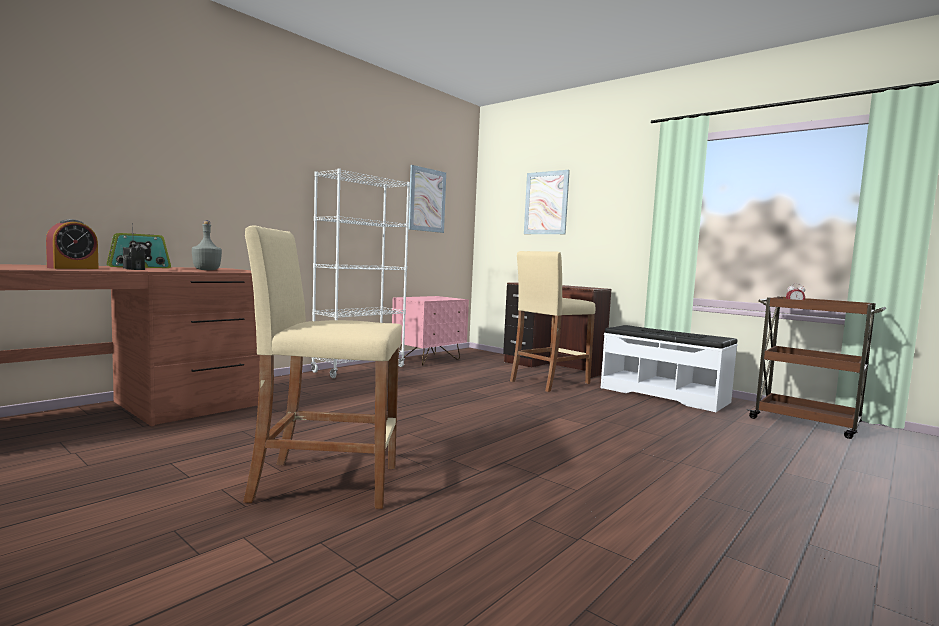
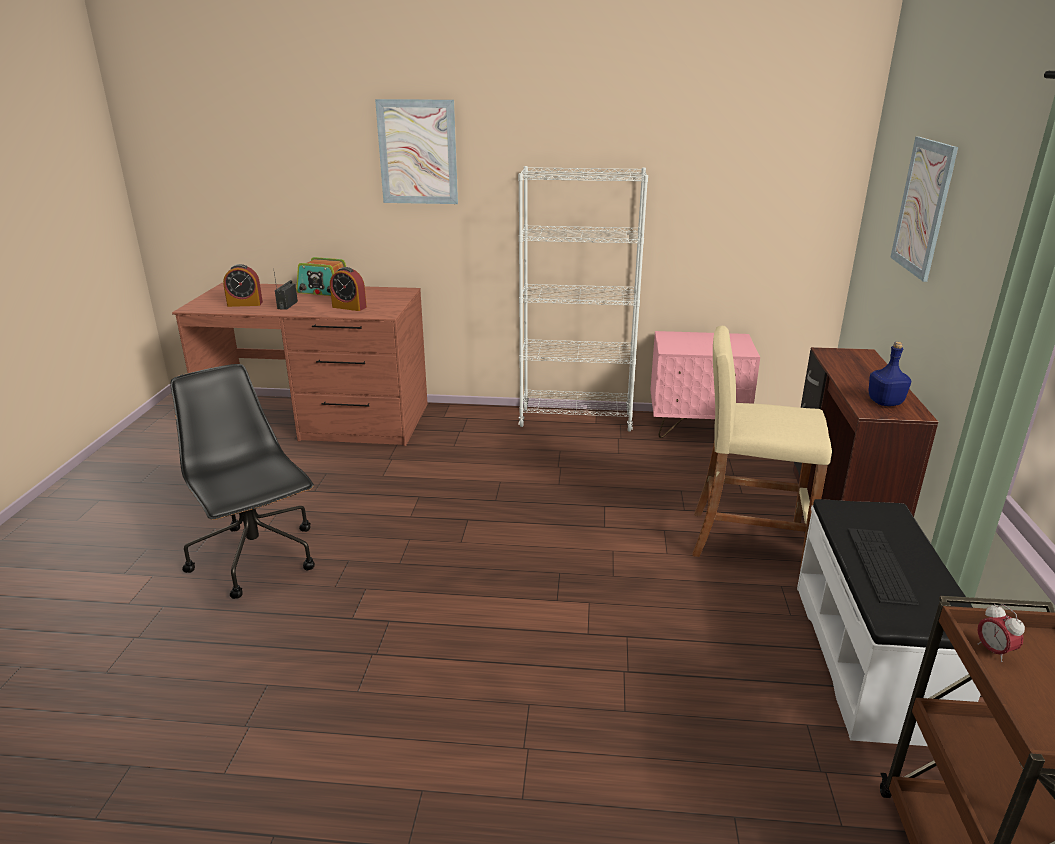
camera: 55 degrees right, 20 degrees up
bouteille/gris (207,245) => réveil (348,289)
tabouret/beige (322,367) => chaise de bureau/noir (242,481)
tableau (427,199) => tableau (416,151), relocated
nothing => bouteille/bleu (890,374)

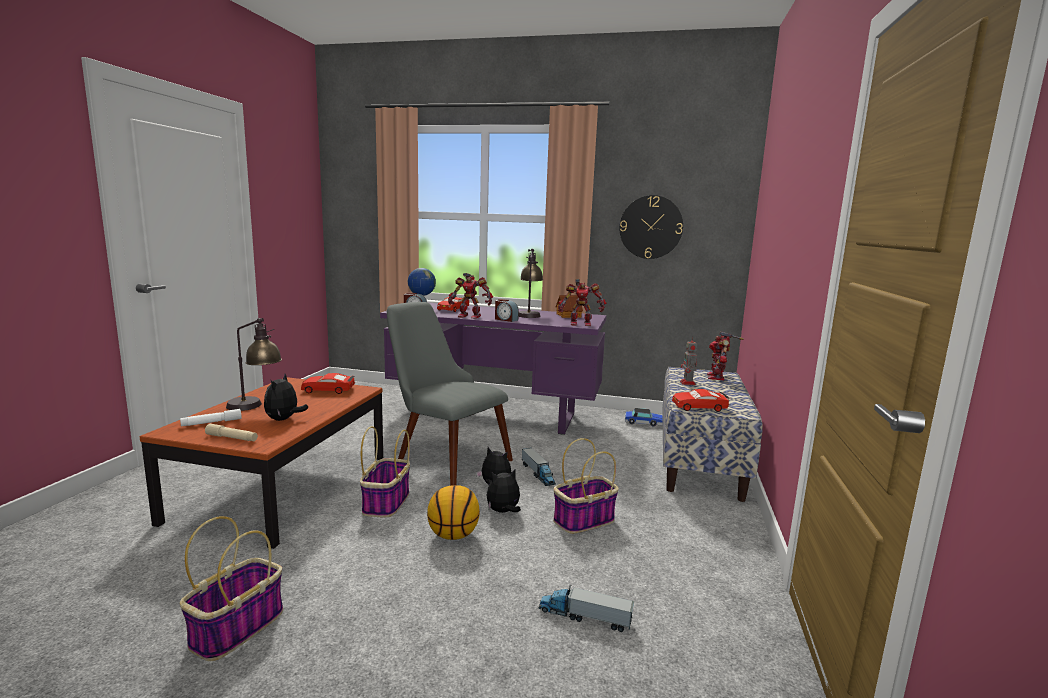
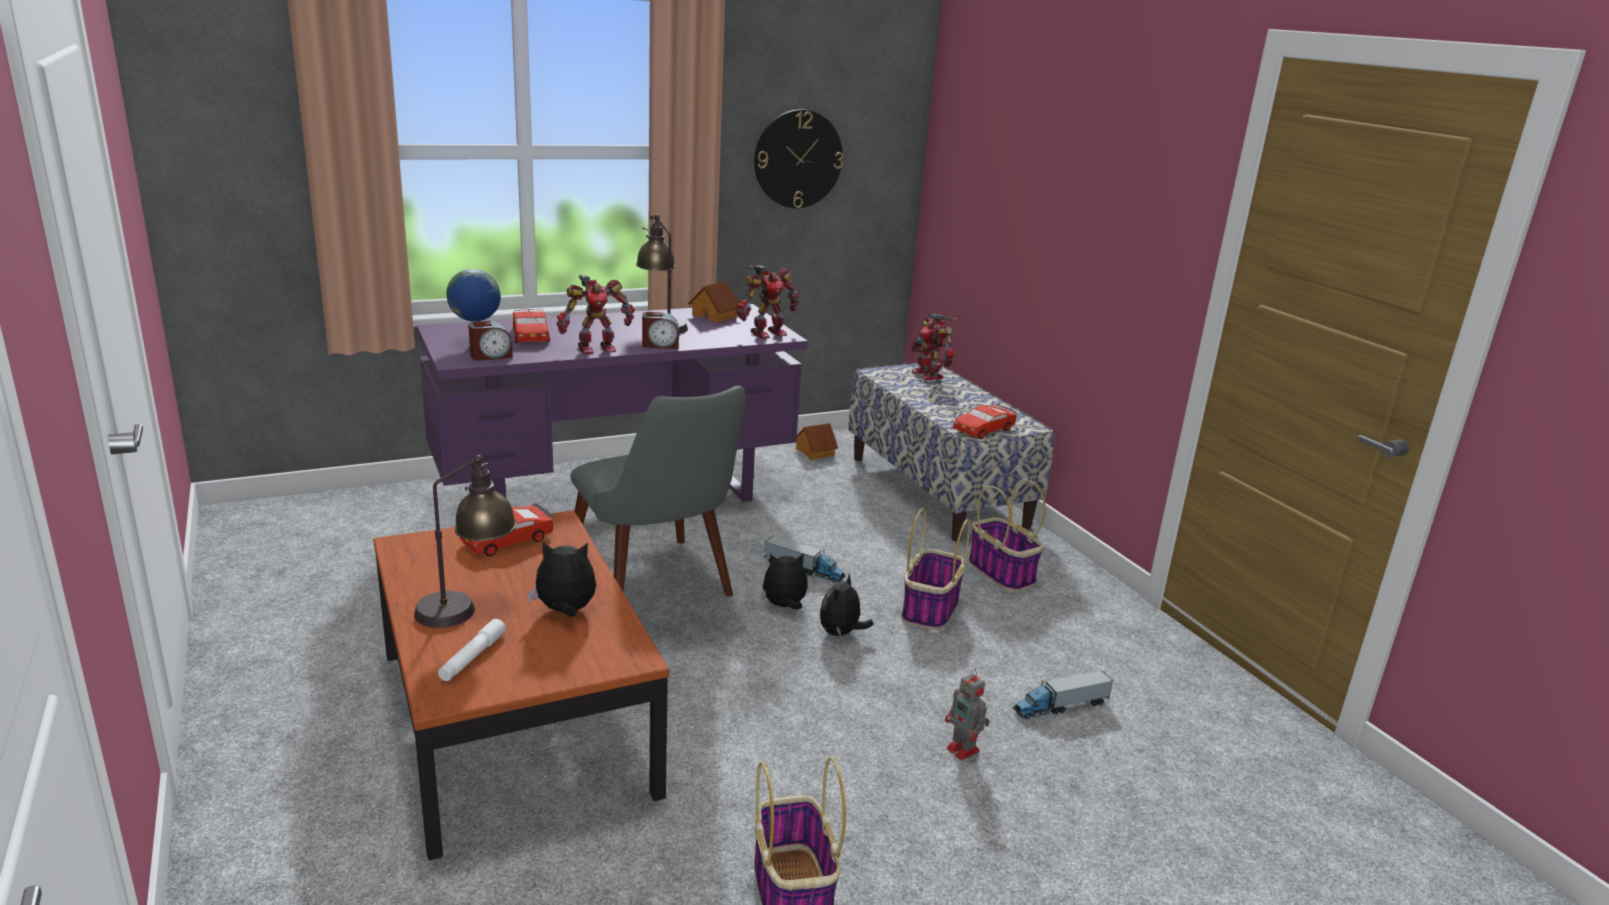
camera: 40 degrees left, 10 degrees up
lampe de poche/beige (231,432) => nothing
peluche (286,397) => peluche (561,579), 120 degrees clockwise
panier (385,471) => panier (1007,535), relocated
chaise/gris (450,394) => chaise/gris (657,491), 120 degrees counterclockwise
ballon de basket (453,512) => nothing
petite voiture (644,417) => maison miniature (817,441)
robot jouet (688,361) => robot jouet (967,714), relocated

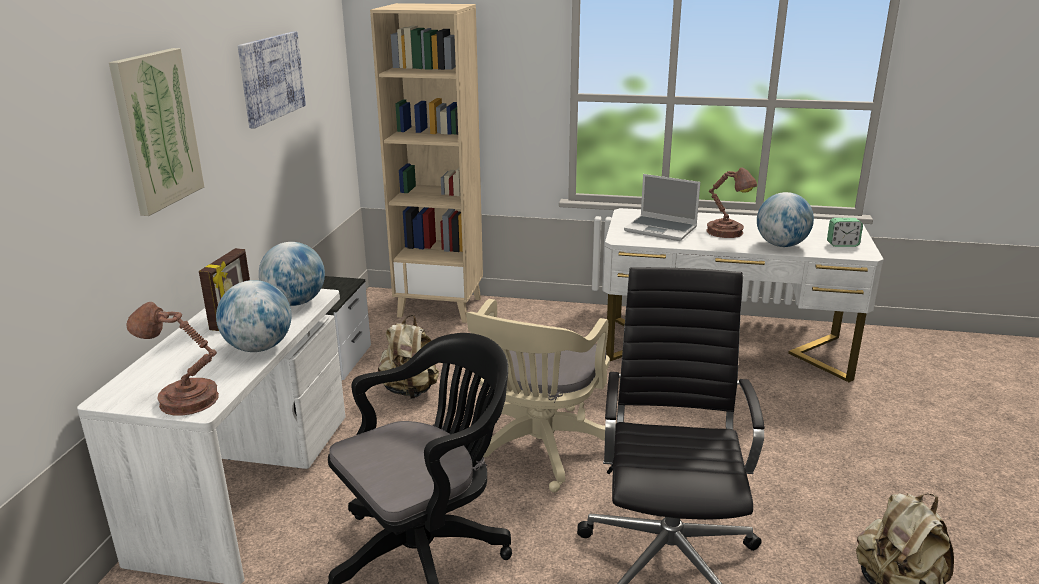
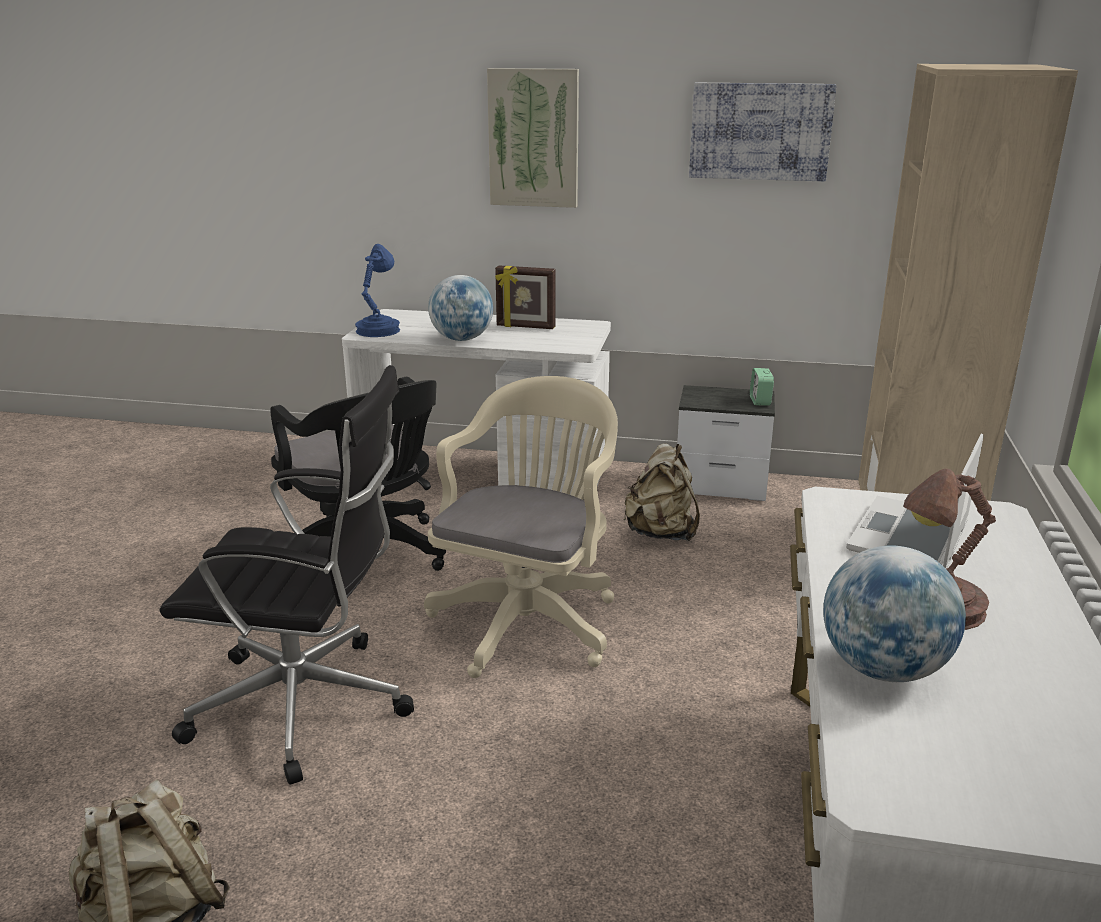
camera: 90 degrees right, 0 degrees up
lampe de table/marron (173,358) => lampe de table/bleu (377,290)
globe (292,274) => nothing
chaise de bureau/beige (538,395) => chaise de bureau/beige (521,527), 90 degrees clockwise
réveil (845,232) => réveil (762,387), relocated

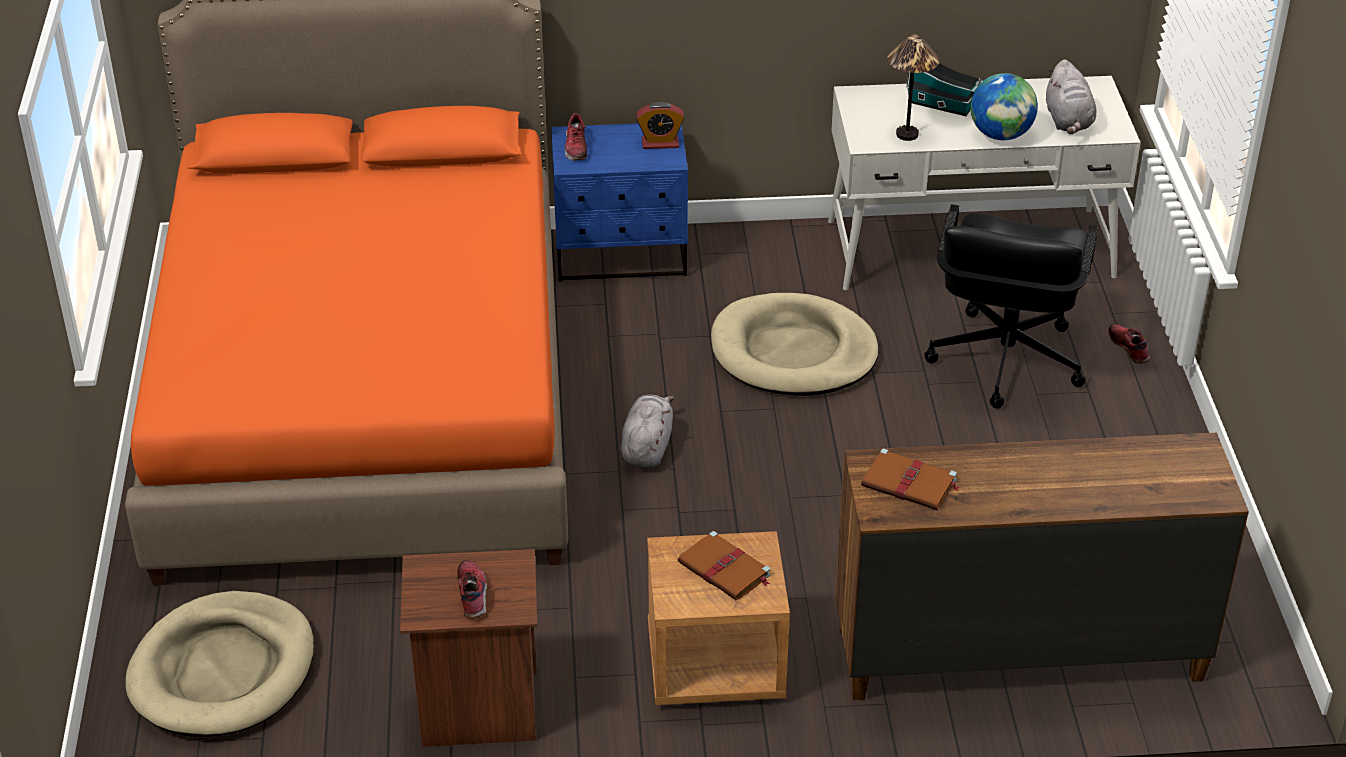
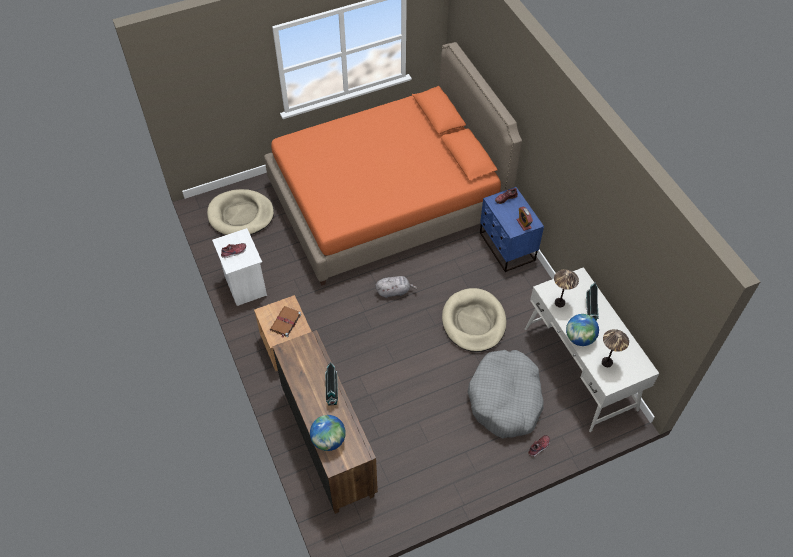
camera: 70 degrees right, 15 degrees up
table de chevet/marron (469,648) => table de chevet/blanc (239,267)
livre/marron (910,479) => nothing
chaise de bureau/noir (1011,306) => panier pour chien/gris (506,394)
peluche/gris (1071,96) => lampe de table (615,348)
nothing => globe (328,433)
nothing => maison miniature (331,383)

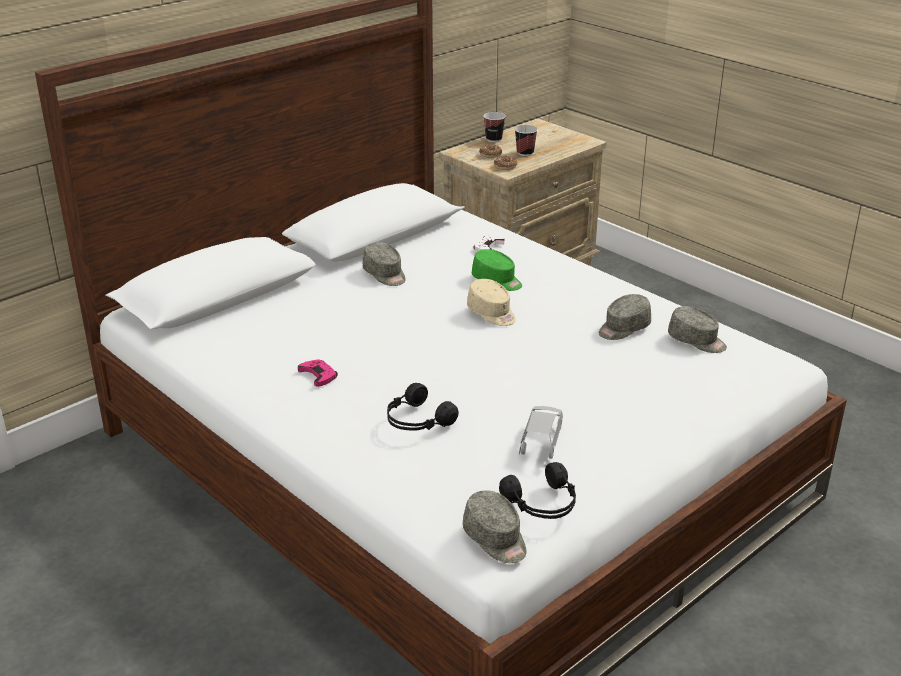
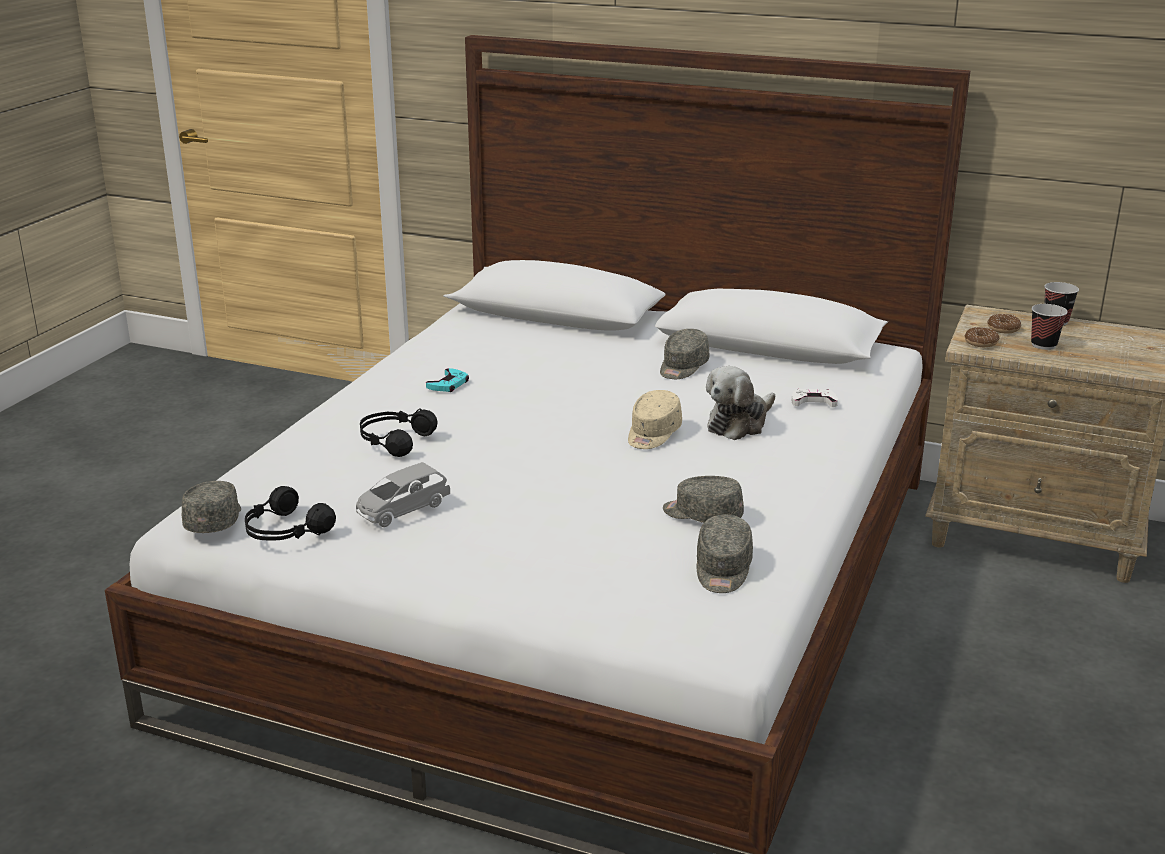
camera: 65 degrees right, 5 degrees down
manette/rose (318,373) => manette/turquoise (447,380)
casquette/gris (495,526) => casquette/gris (211,507), 150 degrees clockwise
casquette/vert (497,270) => peluche (740,403)
petite voiture/gris (541,432) => petite voiture/gris (403,494), 150 degrees clockwise

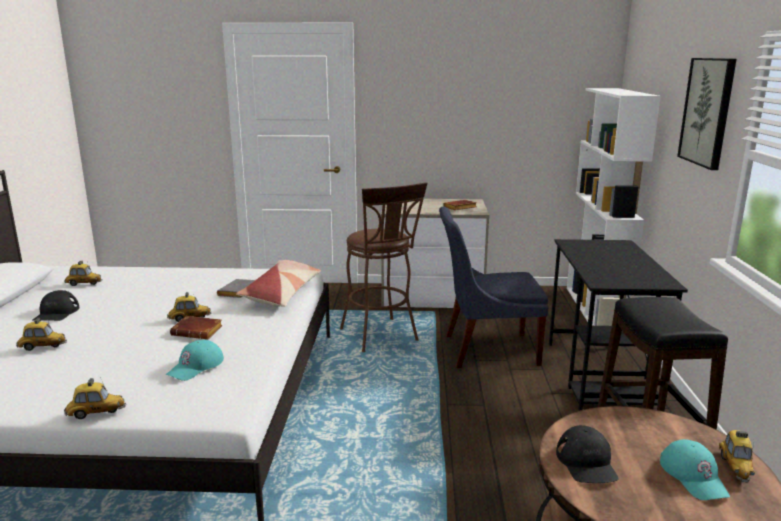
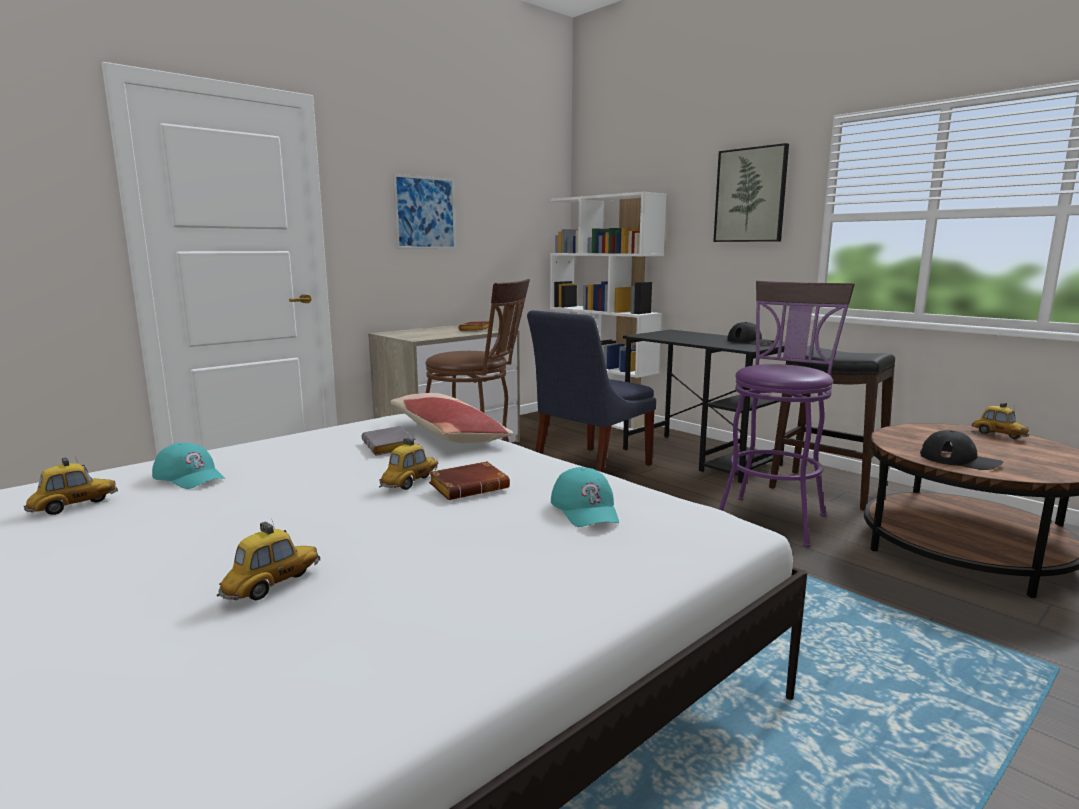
camera: 45 degrees left, 5 degrees down
casquette/noir (56,305) => casquette/noir (751,333), relocated
petite voiture (95,398) => nothing
casquette/turquoise (695,469) => casquette/turquoise (188,465), relocated
nothing => tableau (424,211)
nothing => tabouret/violet (787,414)

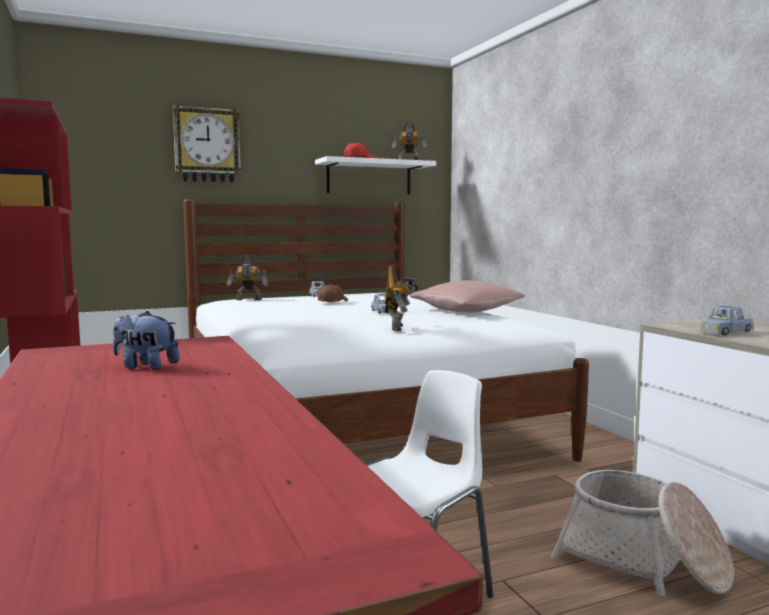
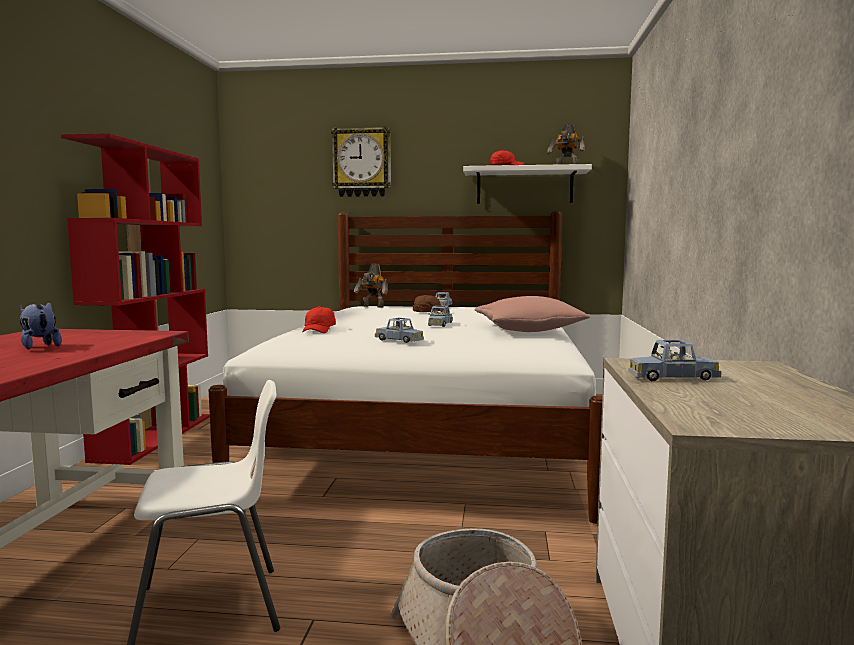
camera: 30 degrees right, 0 degrees up
robot jouet (402,298) => petite voiture/bleu (399,330)
nothing => casquette/rouge (319,319)

